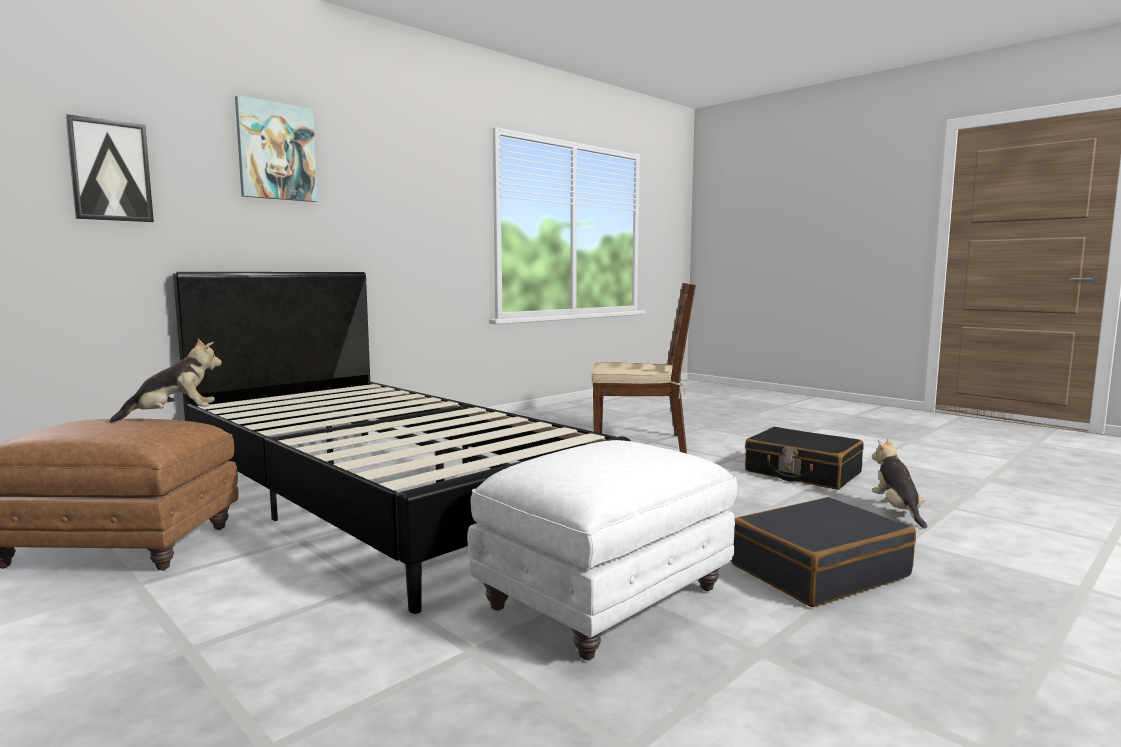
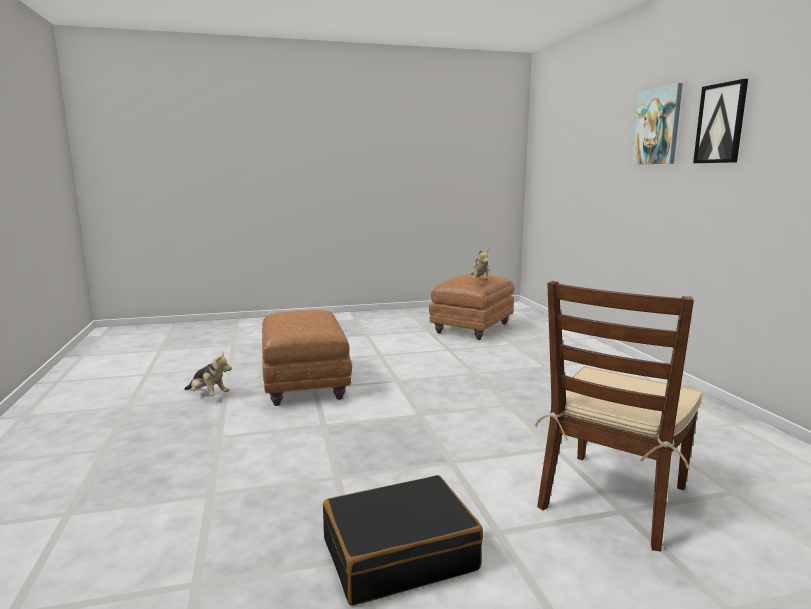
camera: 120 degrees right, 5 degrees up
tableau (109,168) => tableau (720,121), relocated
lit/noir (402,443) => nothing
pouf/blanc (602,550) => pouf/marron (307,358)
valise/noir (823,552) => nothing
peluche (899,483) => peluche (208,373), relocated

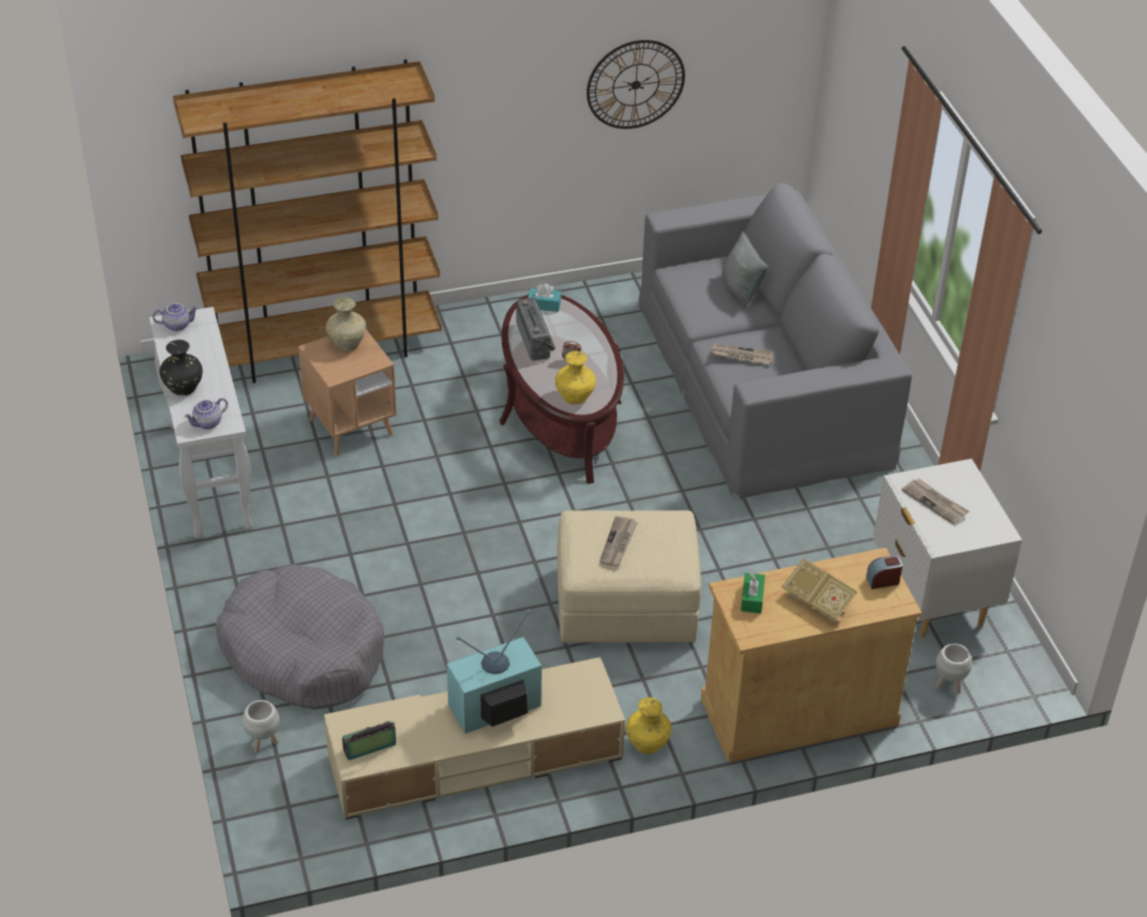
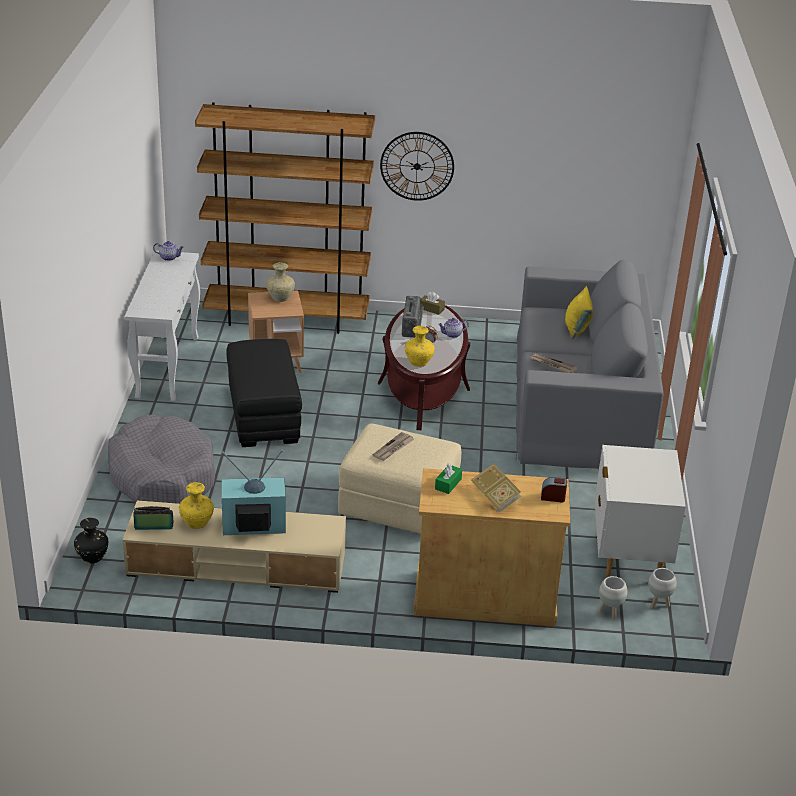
camera: 20 degrees right, 10 degrees down
vase/noir (181,368) => vase/noir (91,540), relocated
théière (206,413) => théière (453,328), relocated
cache-pot/blanc (261,726) => cache-pot/blanc (662,588), relocated
boîte à mouchoirs/turquoise (544,297) => boîte à mouchoirs/marron (432,303)
horloge murale (636,84) => horloge murale (417,166), relocated
vase/jaune (649,725) => vase/jaune (196,505), relocated
coussin/gris (745,269) => coussin/jaune (579,312)
journal (935,501) => nothing
nothing => pouf/noir (264,393)

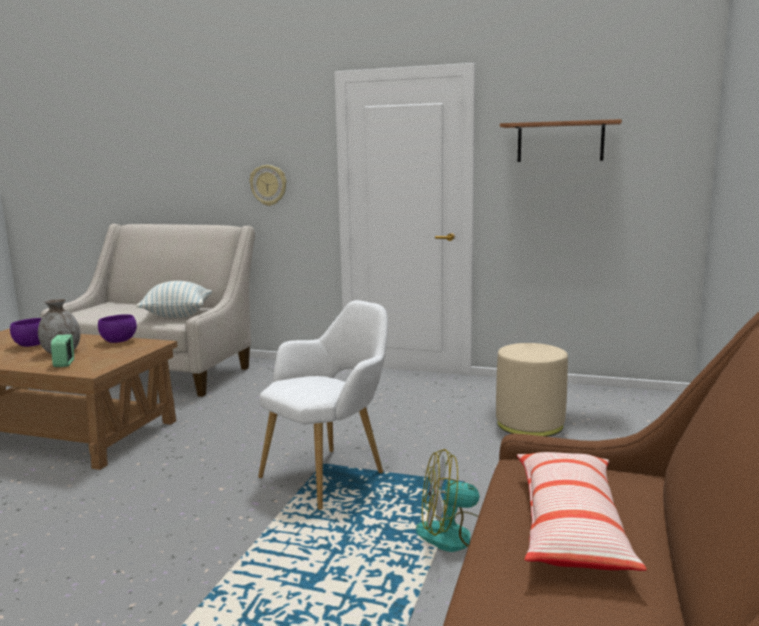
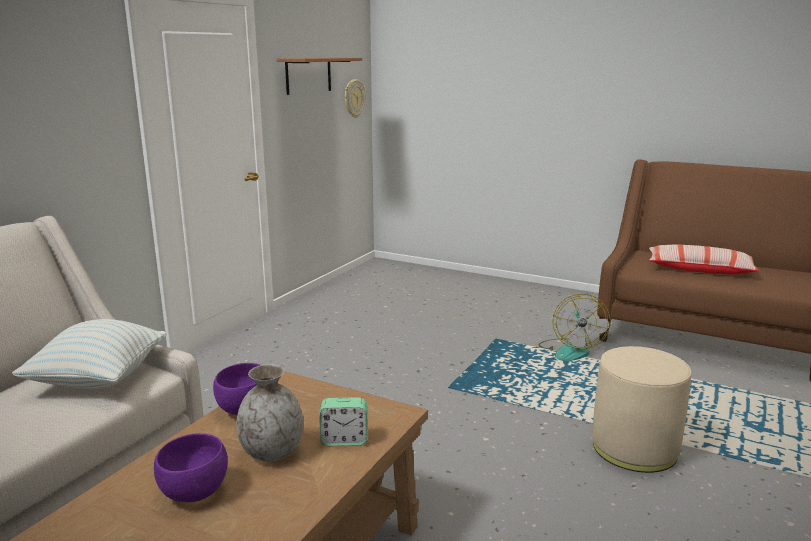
camera: 80 degrees left, 5 degrees up
horloge murale (268,185) => horloge murale (355,98), relocated
fauteuil/blanc (323,405) => nothing
pouf/beige (532,390) => pouf/beige (641,409), relocated

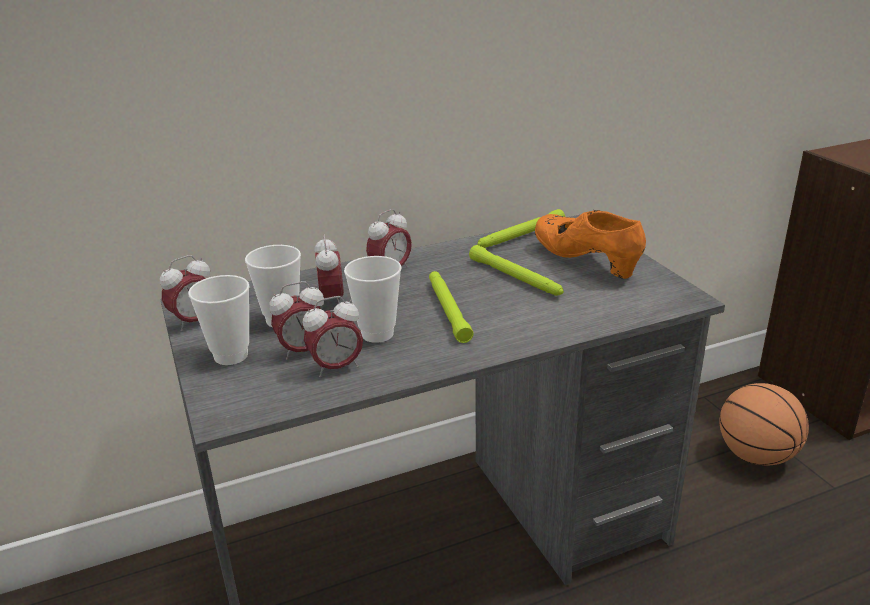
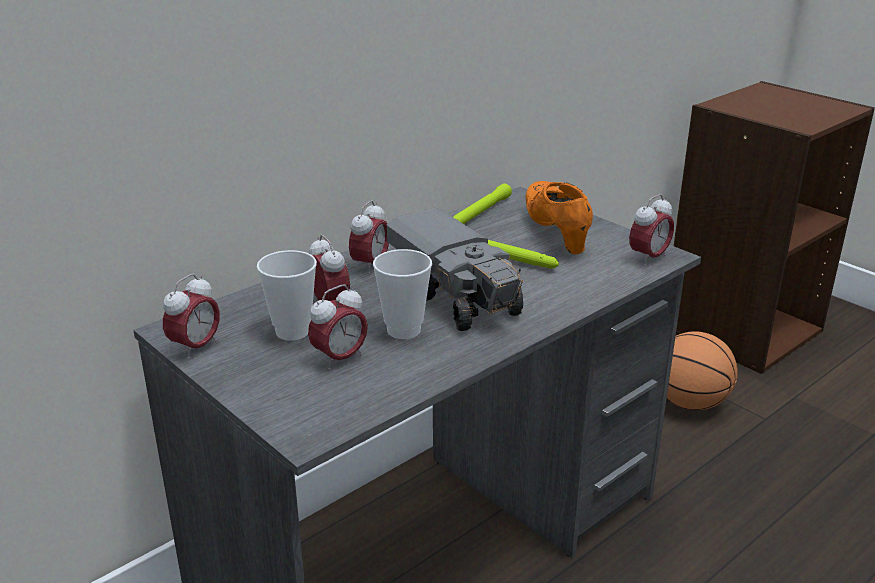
camera: 20 degrees left, 0 degrees up
tasse (219,320) => nothing
réveil (333,336) => réveil (651,230), relocated
lampe de poche/vert (451,307) => camion jouet (455,269)
chaussure/orange (590,244) => chaussure/orange (559,217), 45 degrees clockwise

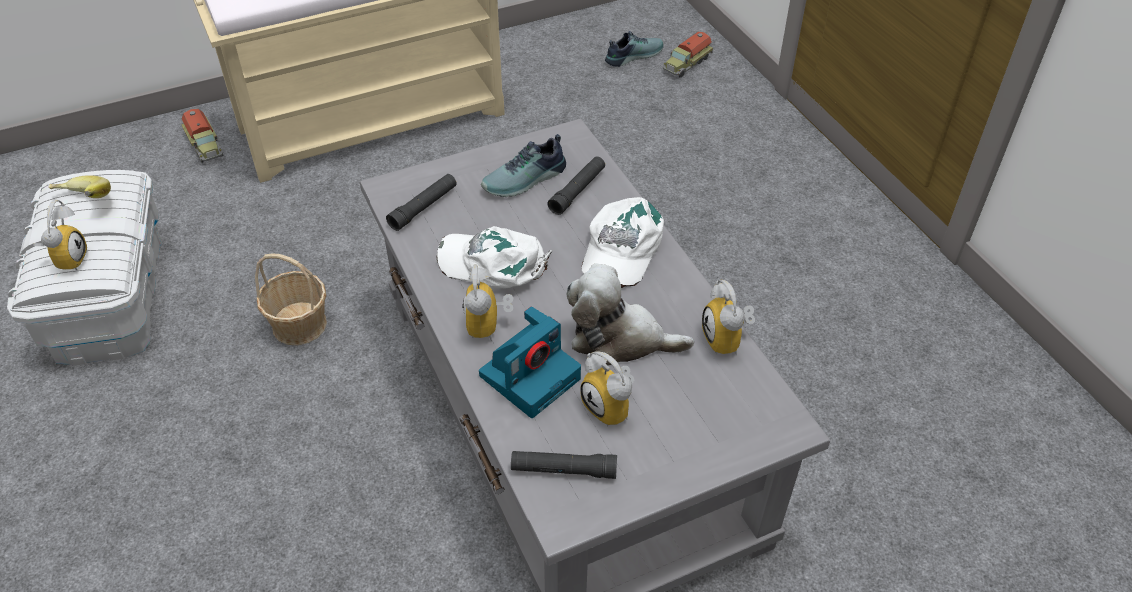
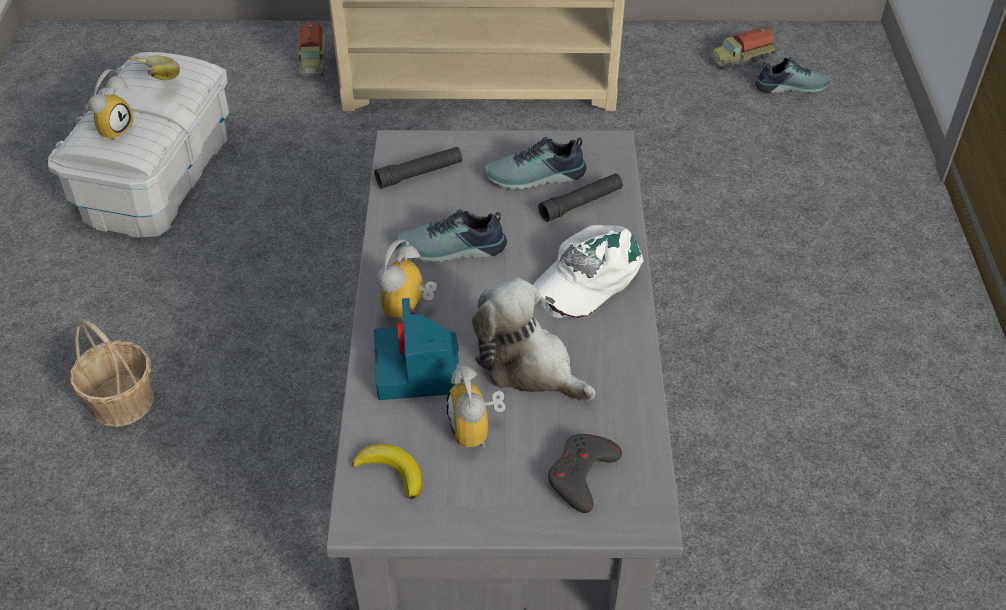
camera: 25 degrees right, 0 degrees up
panier (291,299) => panier (112,373), relocated
casquette/blanc (494,257) => chaussure (452,235)
appareil photo (530,362) => appareil photo (416,349), 105 degrees clockwise
lampe de poche/noir (564,465) => banane (387,472)
camion jouet (688,54) => camion jouet (742,48), relocated
réveil (728,317) => nothing
nothing => manette/gris (585,473)

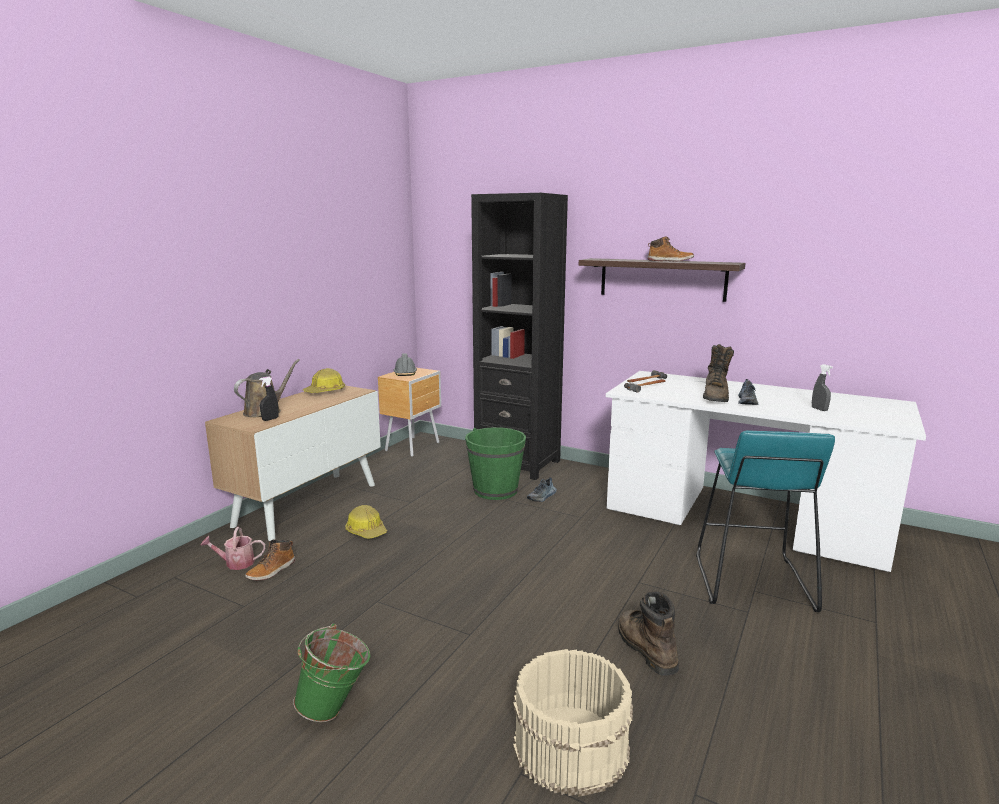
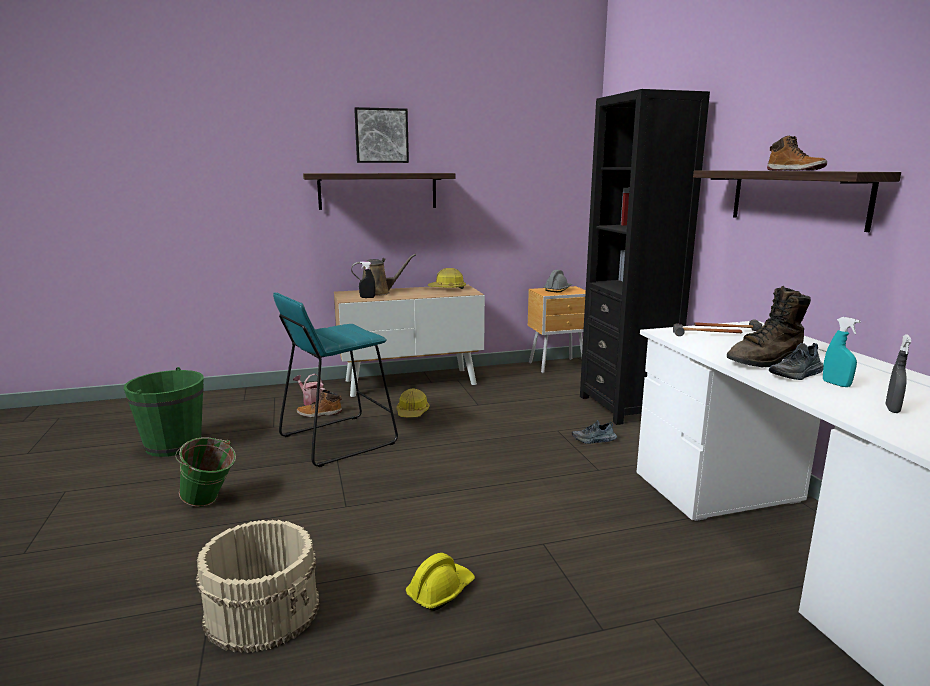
camera: 45 degrees right, 0 degrees up
seau/vert (495,463) => seau/vert (164,412), relocated
botte/marron (648,633) => casque de chantier/jaune (440,582)
tabouret/turquoise (765,521) => tabouret/turquoise (335,380), relocated
nothing => étagère (379,191)
nothing => tableau (381,135)
nothing => vaporisateur/turquoise (842,352)

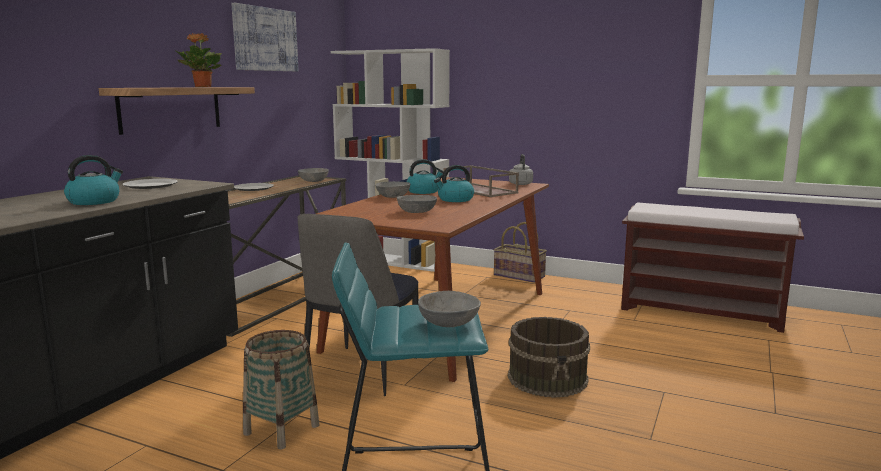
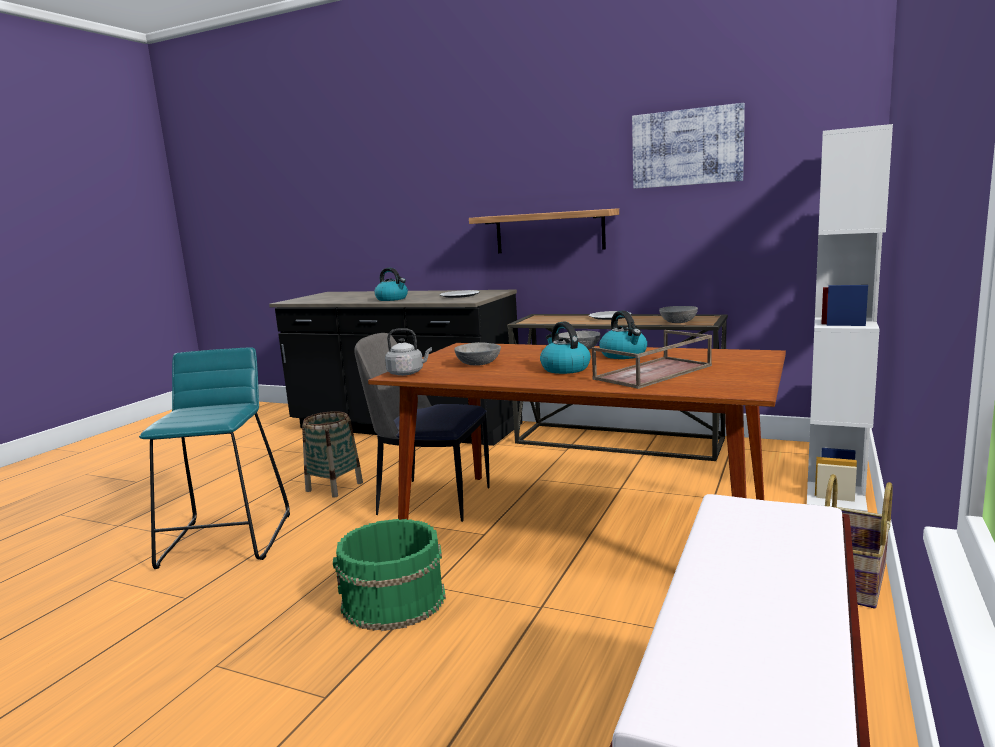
camera: 90 degrees right, 0 degrees up
plante en pot (199,60) => nothing
bol/gris (449,309) => nothing
seau/marron (549,357) => seau/vert (389,575)
bouilloire/gris (521,169) => bouilloire/gris (408,352), relocated

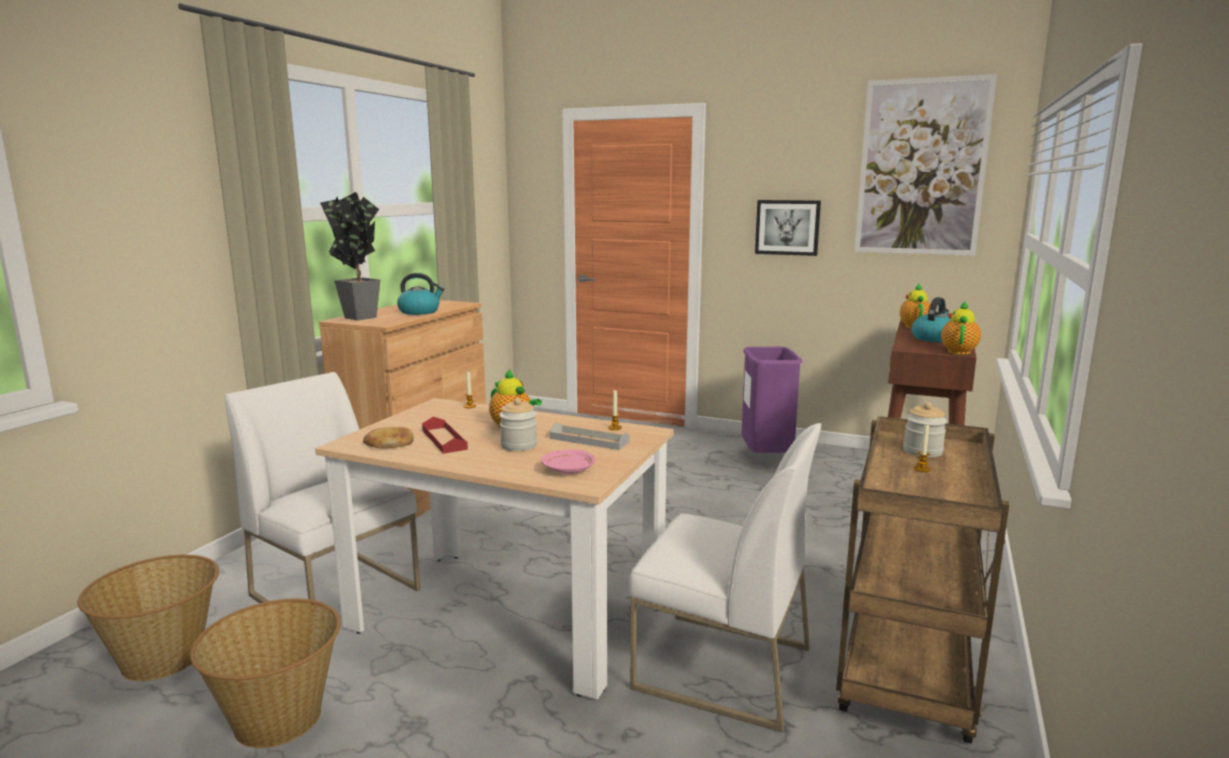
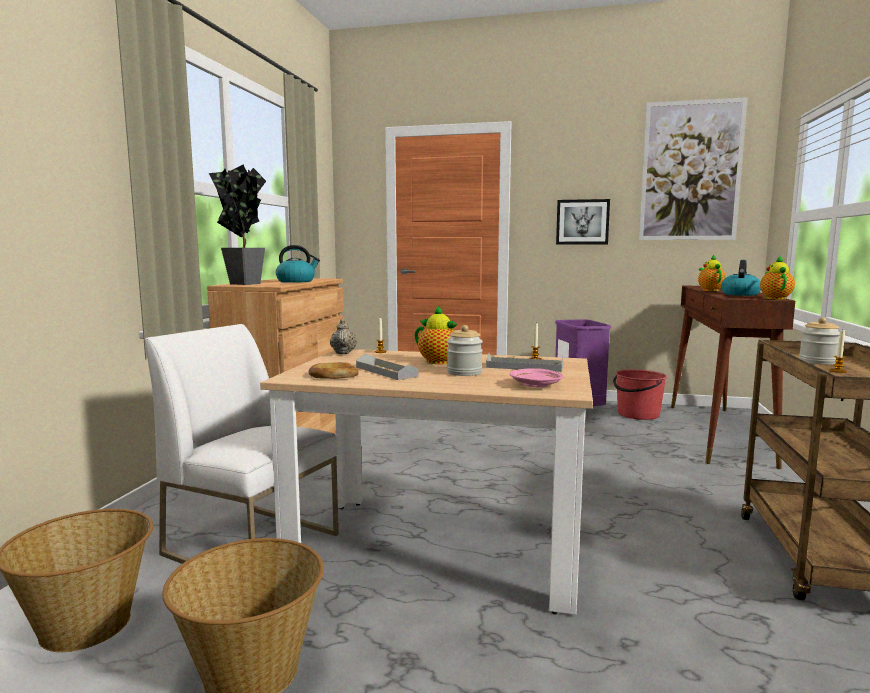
camera: 10 degrees left, 5 degrees down
plateau/rouge (445,435) => plateau/gris (387,367)
chaise/blanc (725,577) => nothing
nothing => théière/beige (343,336)
nothing => seau/rouge (640,394)

